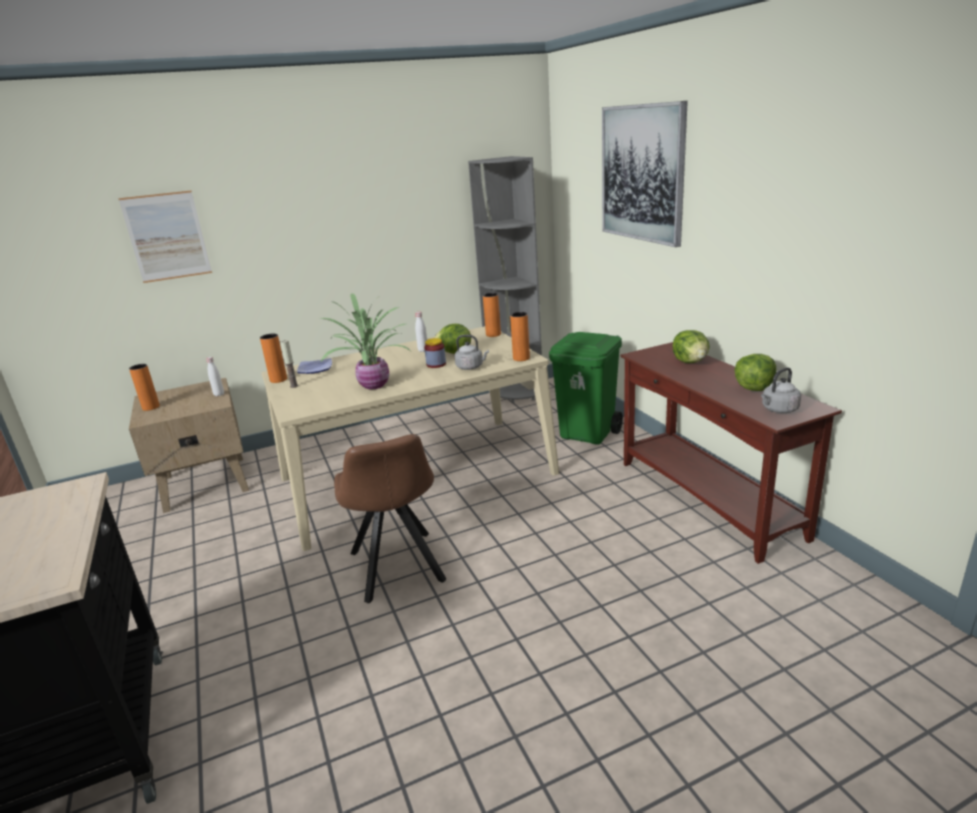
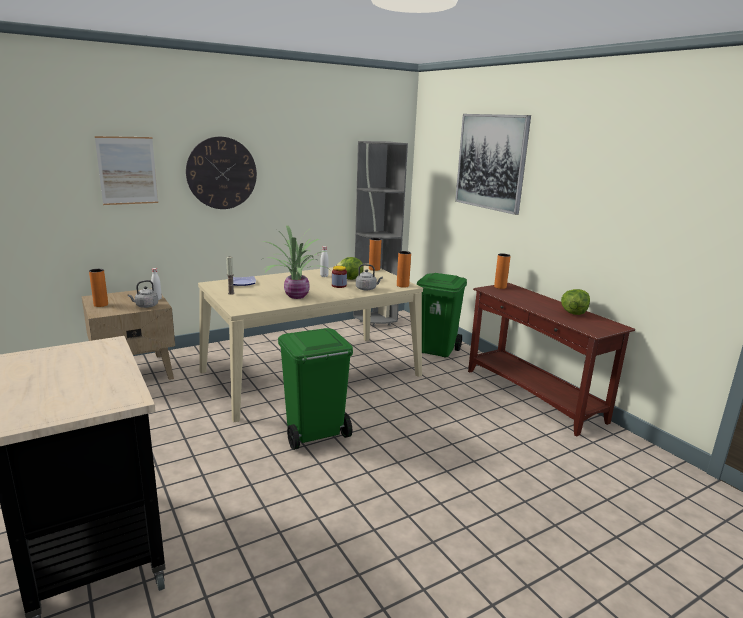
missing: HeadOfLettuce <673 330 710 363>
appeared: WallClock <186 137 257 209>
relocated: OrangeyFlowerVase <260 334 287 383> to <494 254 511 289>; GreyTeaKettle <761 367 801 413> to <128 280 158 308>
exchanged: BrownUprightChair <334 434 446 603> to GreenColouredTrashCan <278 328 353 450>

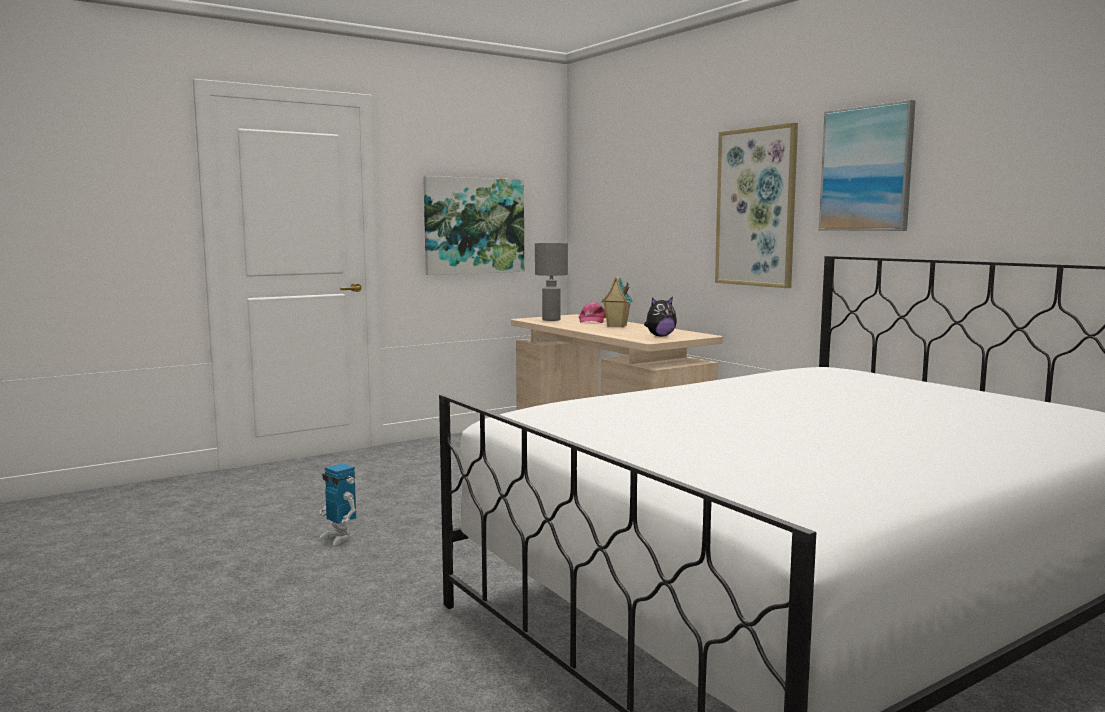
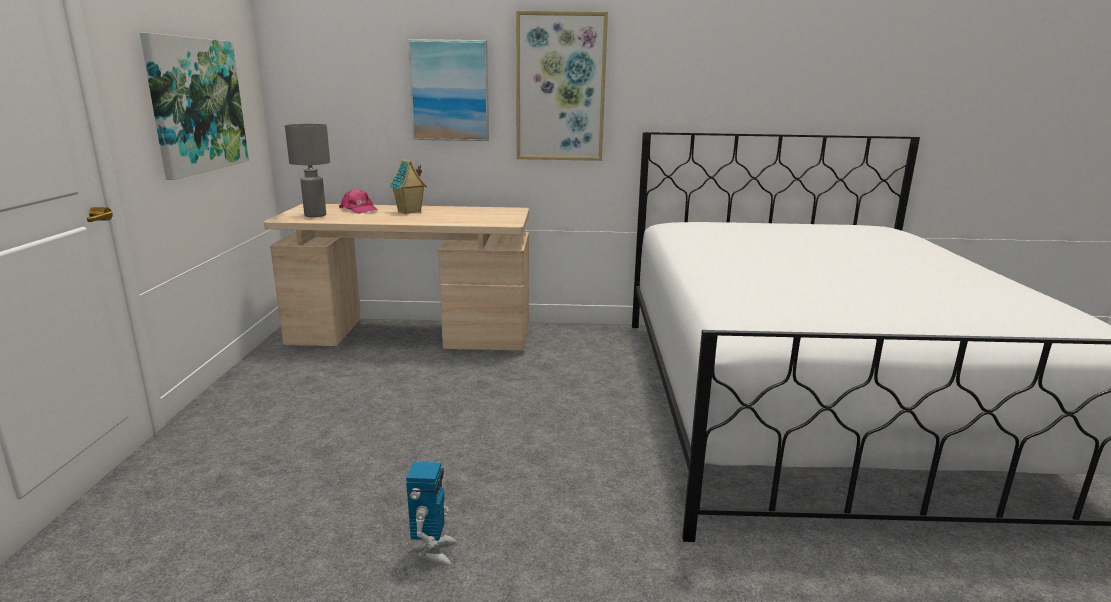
missing: CuddlyToy <644 297 677 337>
relocated: WallArt <819 100 916 231> to <408 39 489 141>
spun: RobotFigure <319 463 356 545> = <406 462 457 566> 75 degrees counterclockwise

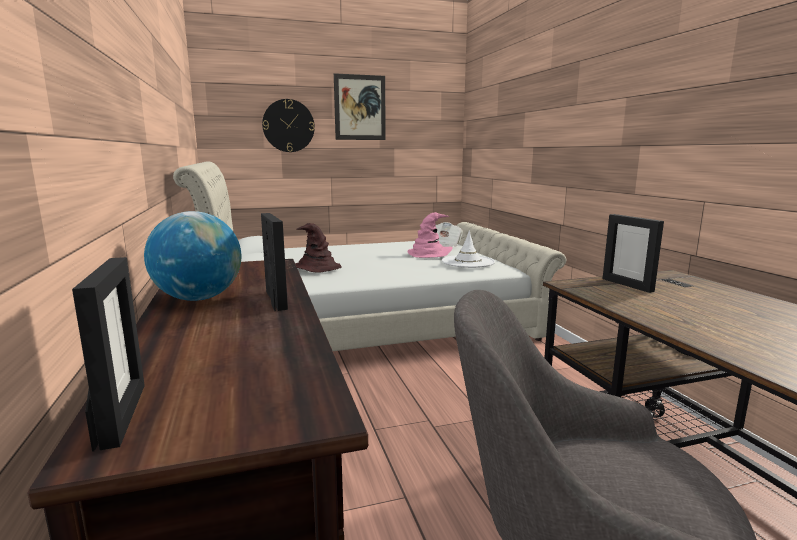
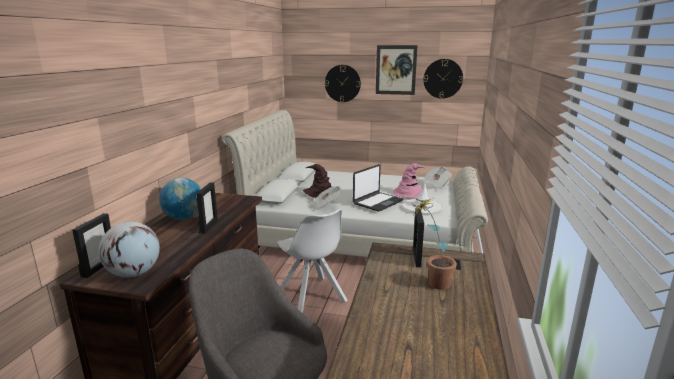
appeared: WorldGlobe <99 222 160 277>; WhiteUprightChair <278 209 347 313>; PrintedPaper <307 186 341 210>; PortableComputer <353 164 403 212>; PottedPlant <413 199 457 290>; WallClock <423 59 463 99>

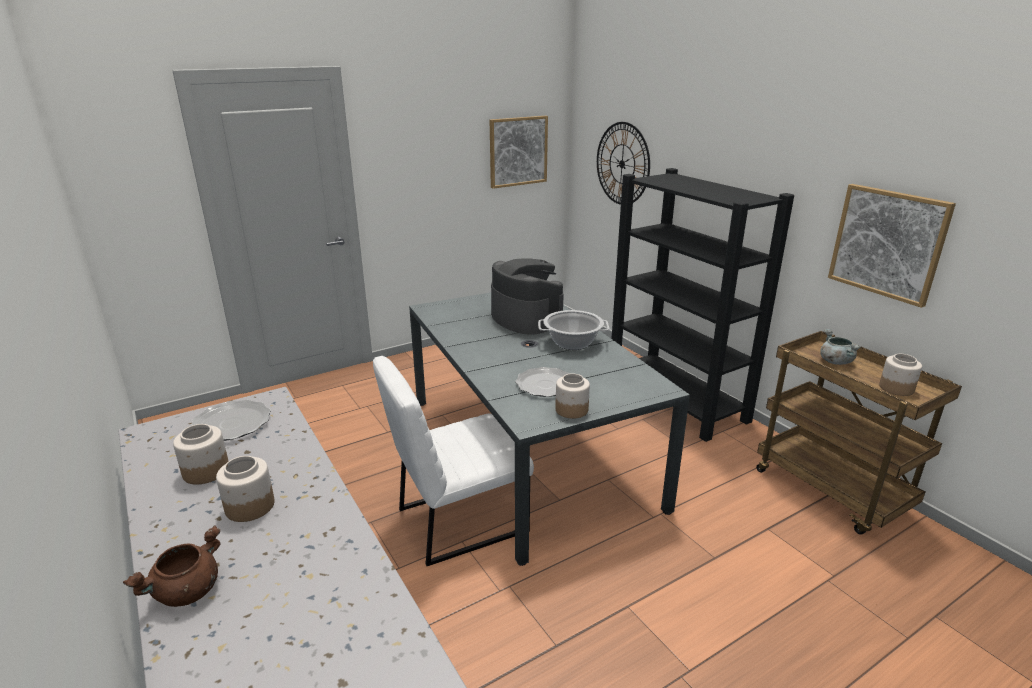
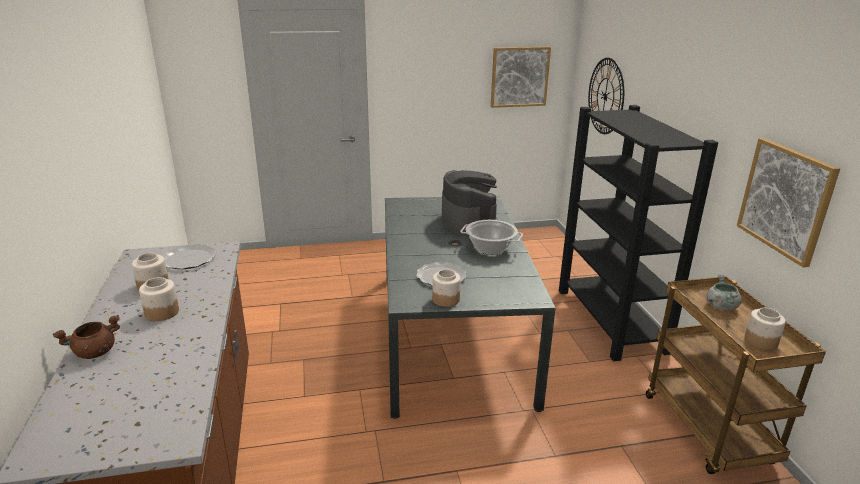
missing: WhiteUprightChair <373 356 534 566>

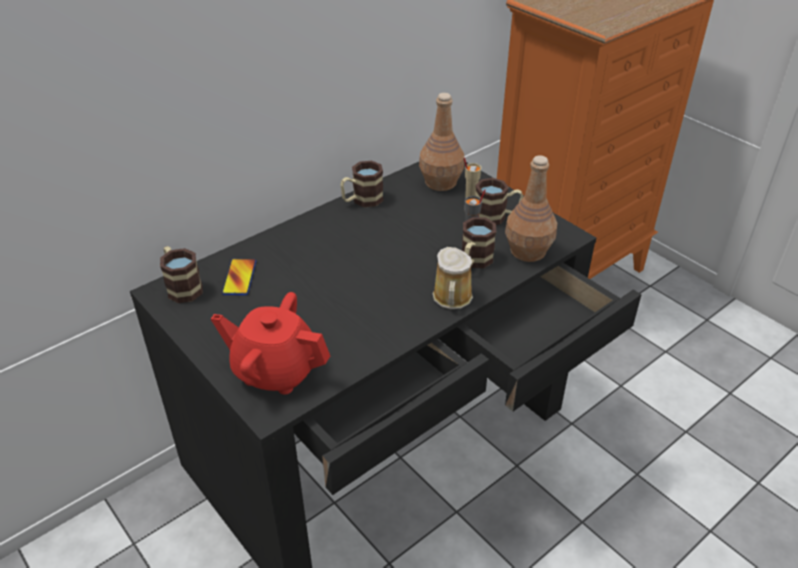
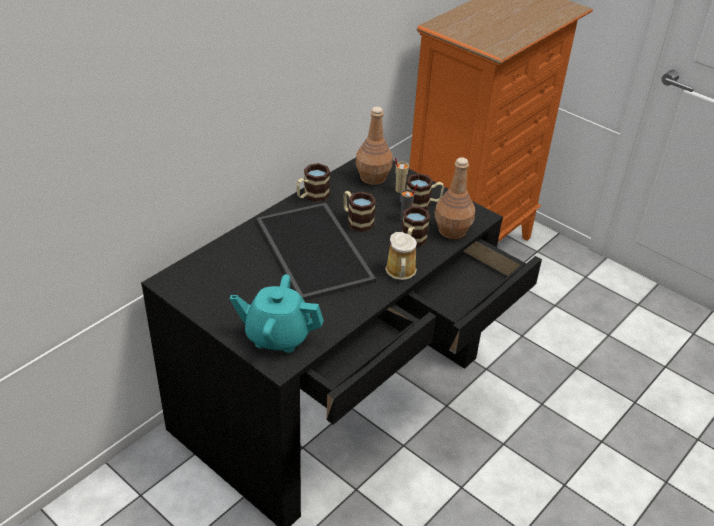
missing: Telephone <222 258 256 295>
appeared: ServingTray <256 203 376 301>
relocated: TeaMug <160 246 203 303> to <343 191 376 232>
colour: RedTeapot <211 292 330 394> to BlueGreenTeapot <230 274 324 353>

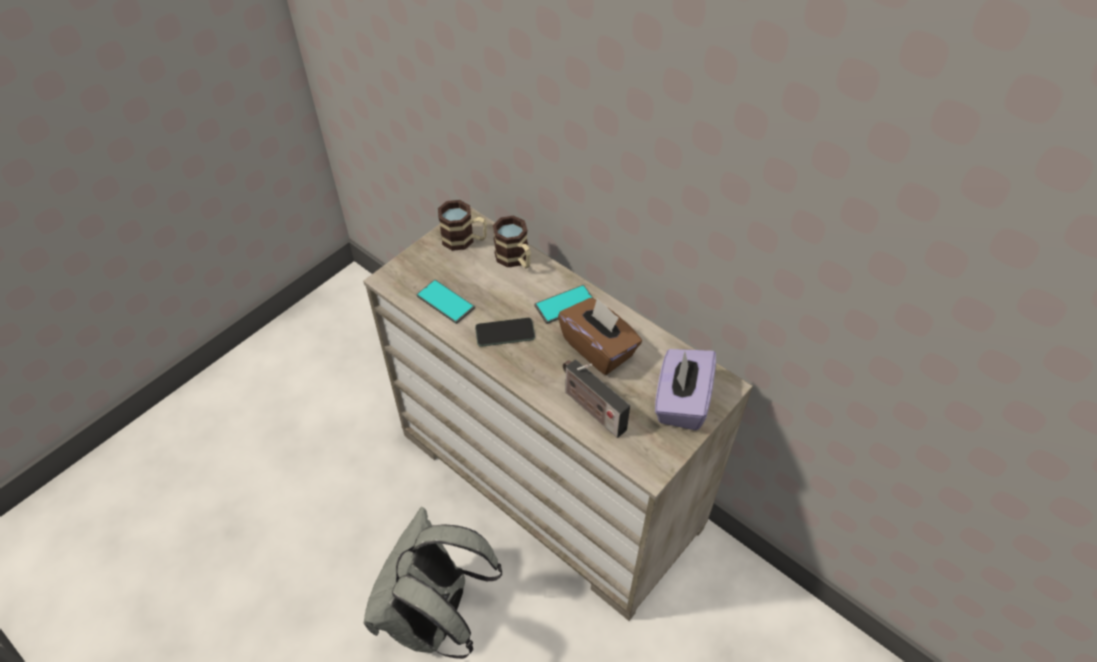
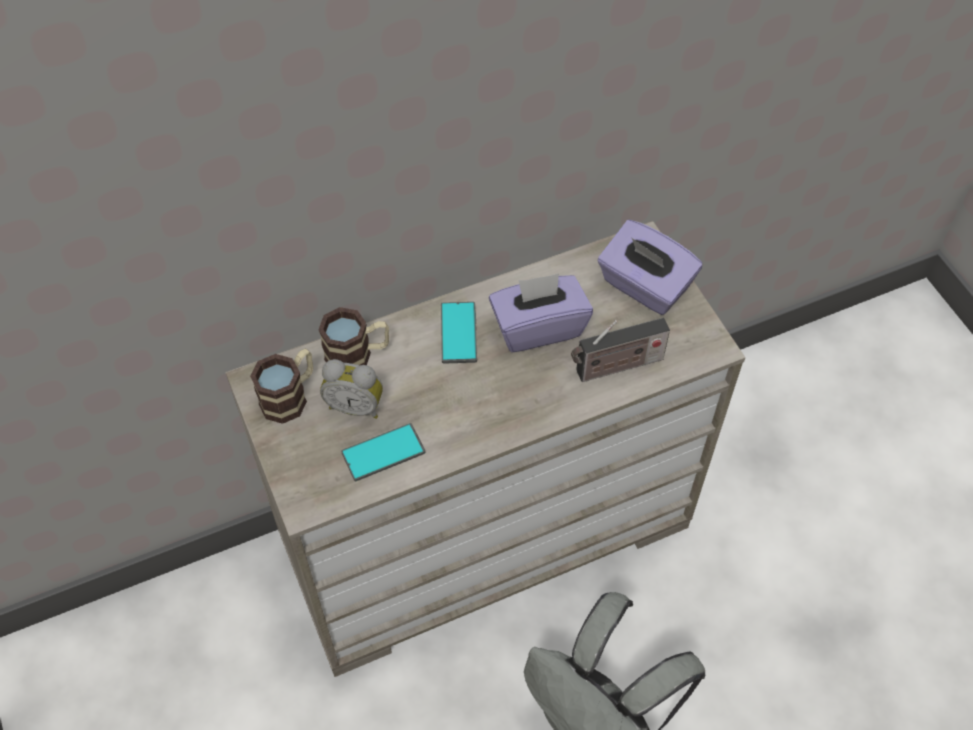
missing: Telephone <475 318 535 347>
appeared: TableClock <320 359 383 419>
colour: BrownBoxOfTissues <558 297 642 375> to PurplishBoxOfTissues <489 273 593 353>

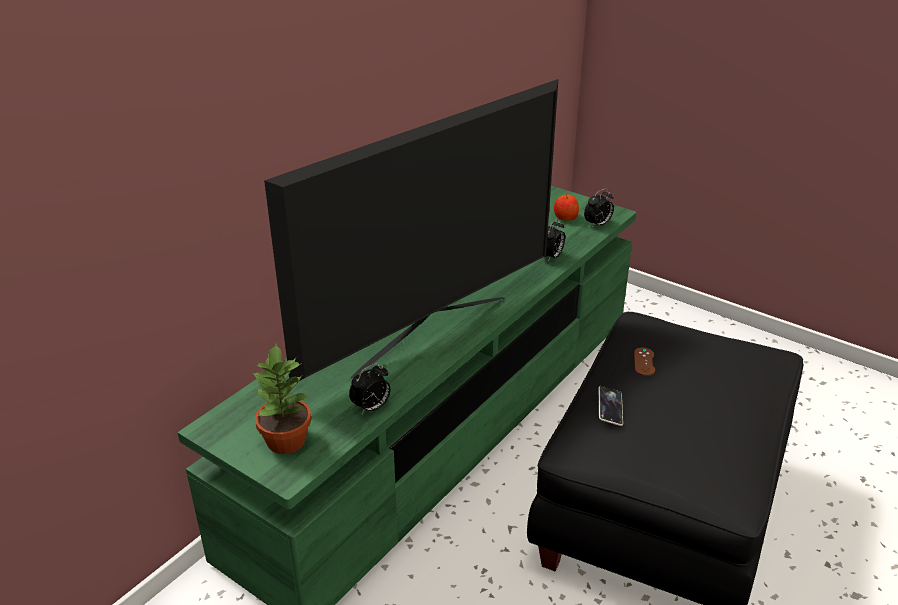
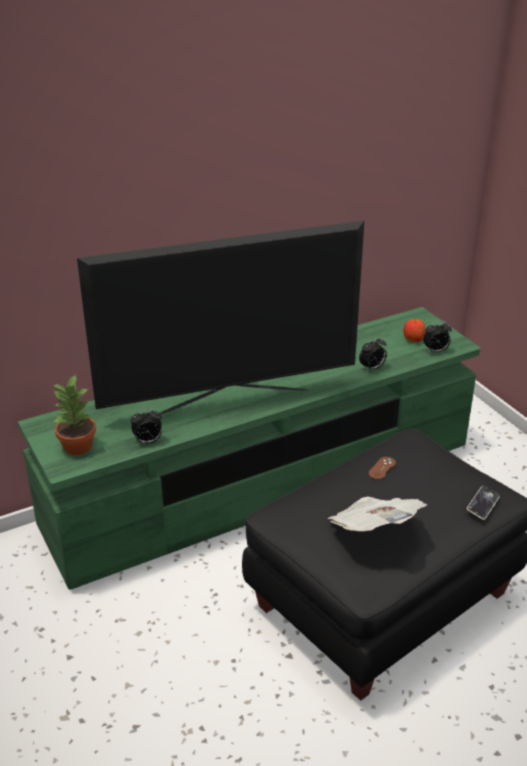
appeared: PrintedPaper <328 496 427 531>
relocated: Telephone <599 386 623 426> to <467 486 500 520>

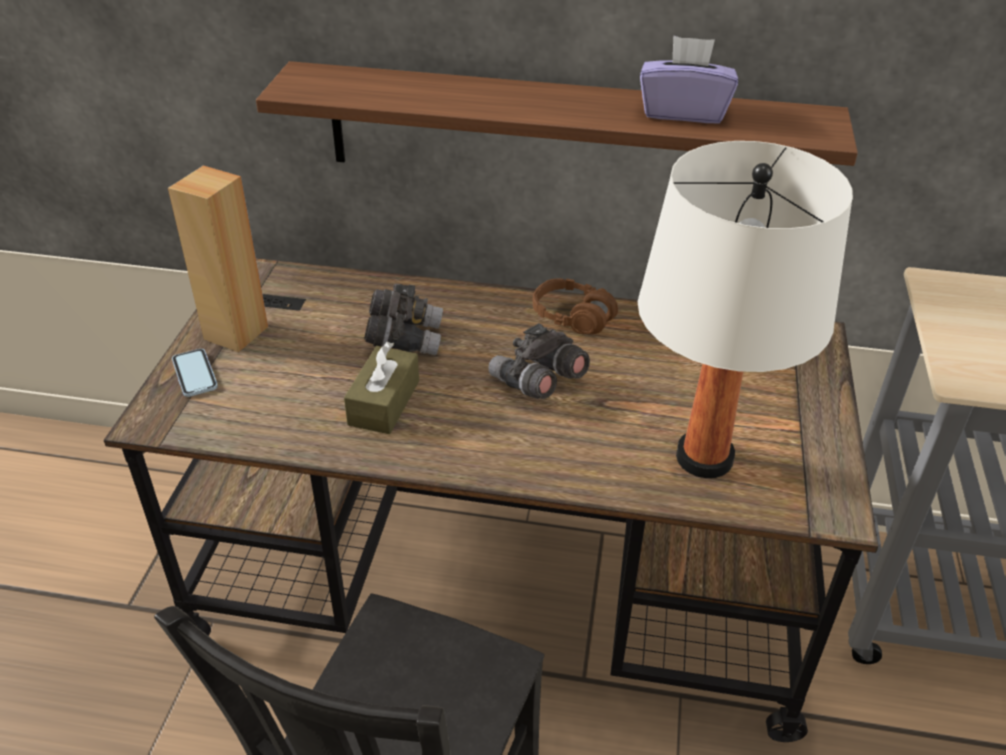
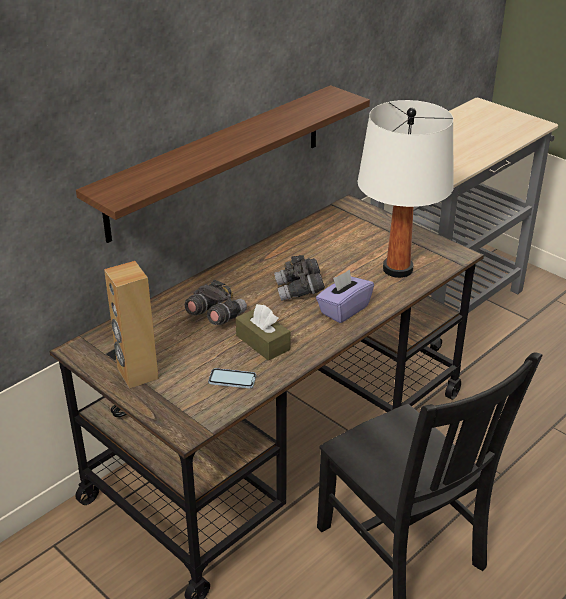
missing: BrownHeadphones <533 278 618 334>
relocated: Telephone <172 349 218 397> to <208 368 256 389>; PurplishBoxOfTissues <640 36 738 123> to <316 269 374 323>

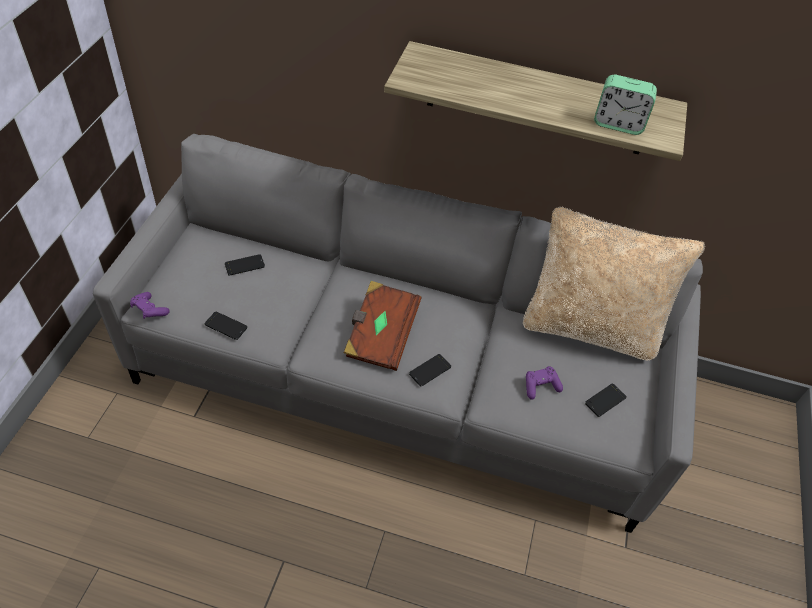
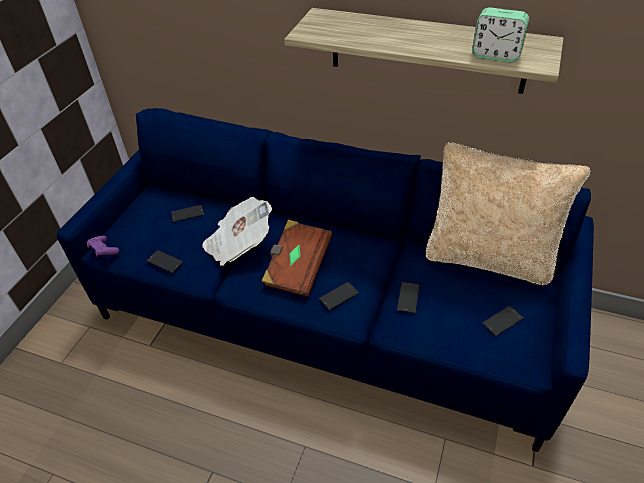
missing: PurplishJoypad <526 366 563 400>
appeared: PrintedPaper <202 197 272 266>; Telephone <397 282 420 313>
colour: GreyCouch <93 134 703 533> to BluishCouch <57 108 594 452>

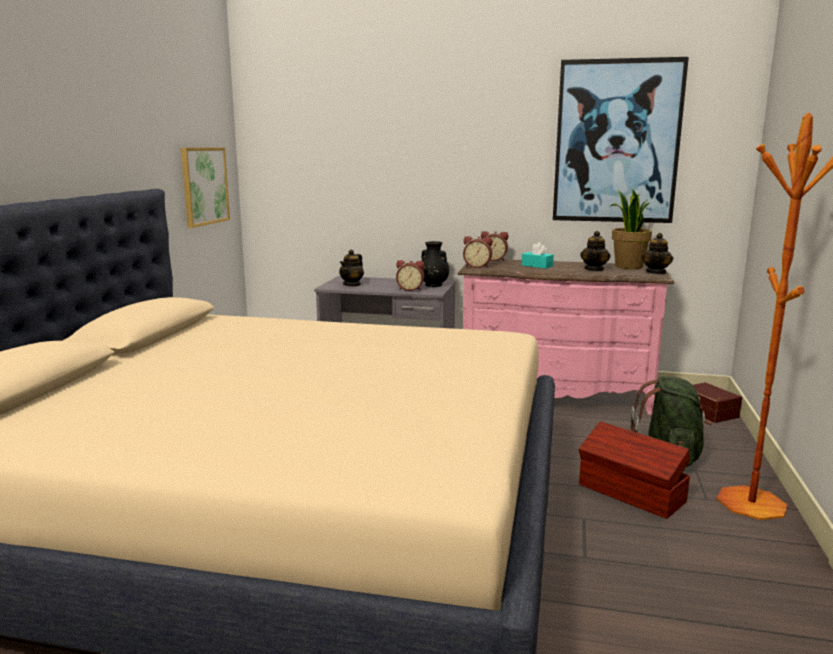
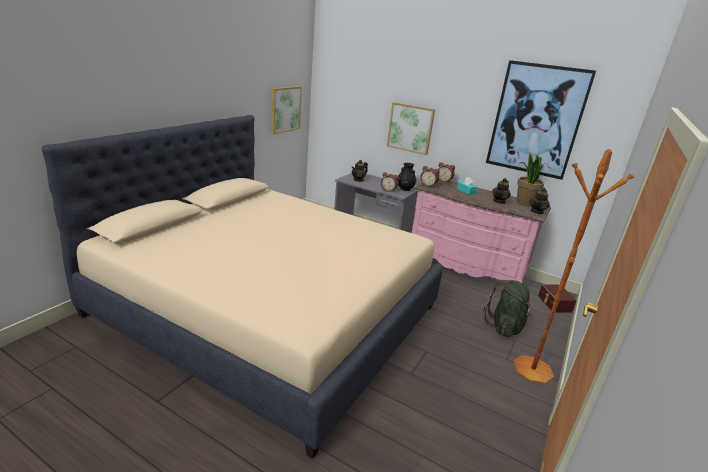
missing: BrownStorageBin <579 421 690 519>
appeared: WallArt <387 102 435 155>

